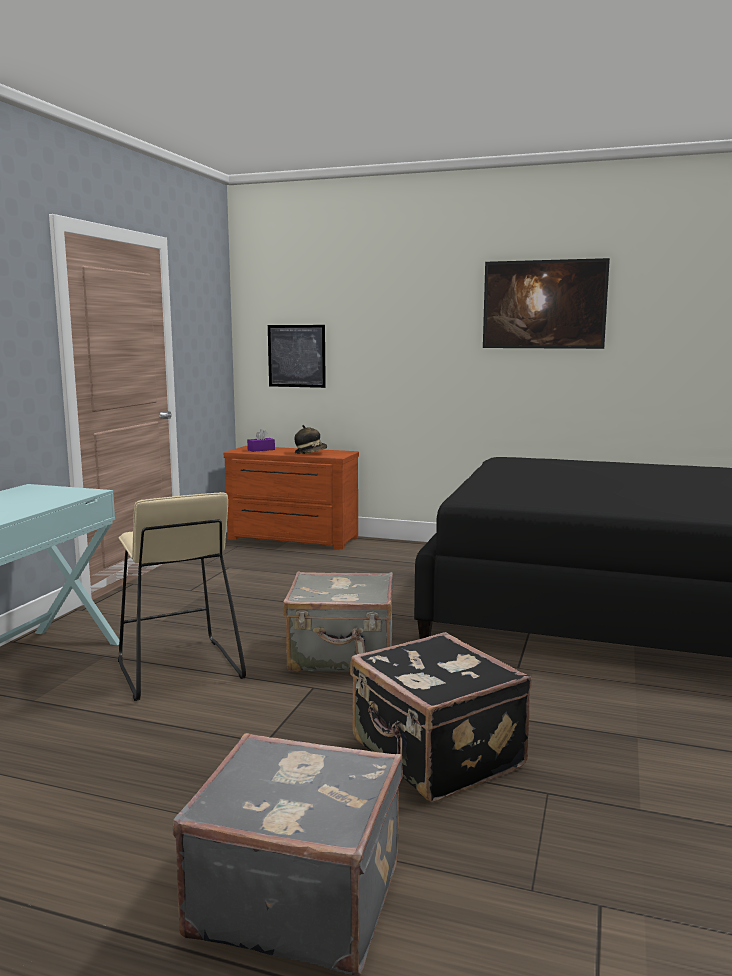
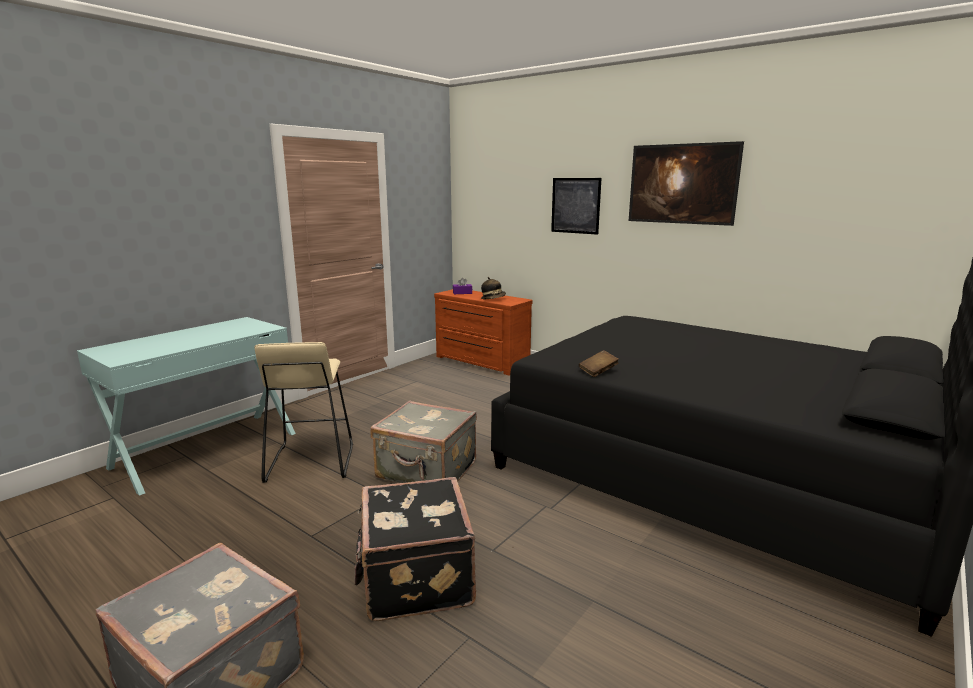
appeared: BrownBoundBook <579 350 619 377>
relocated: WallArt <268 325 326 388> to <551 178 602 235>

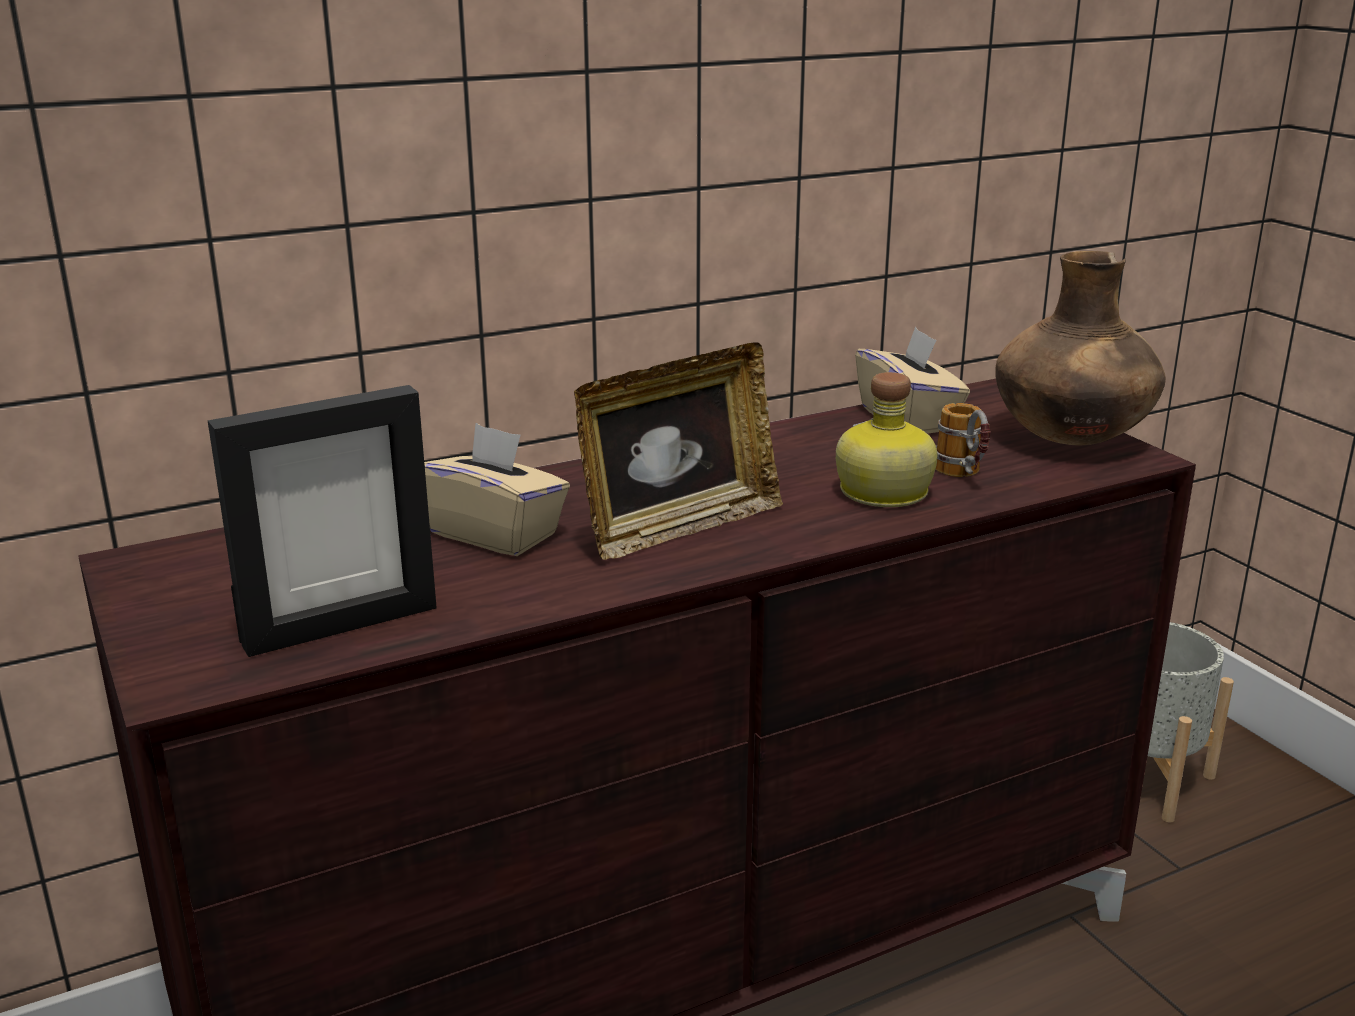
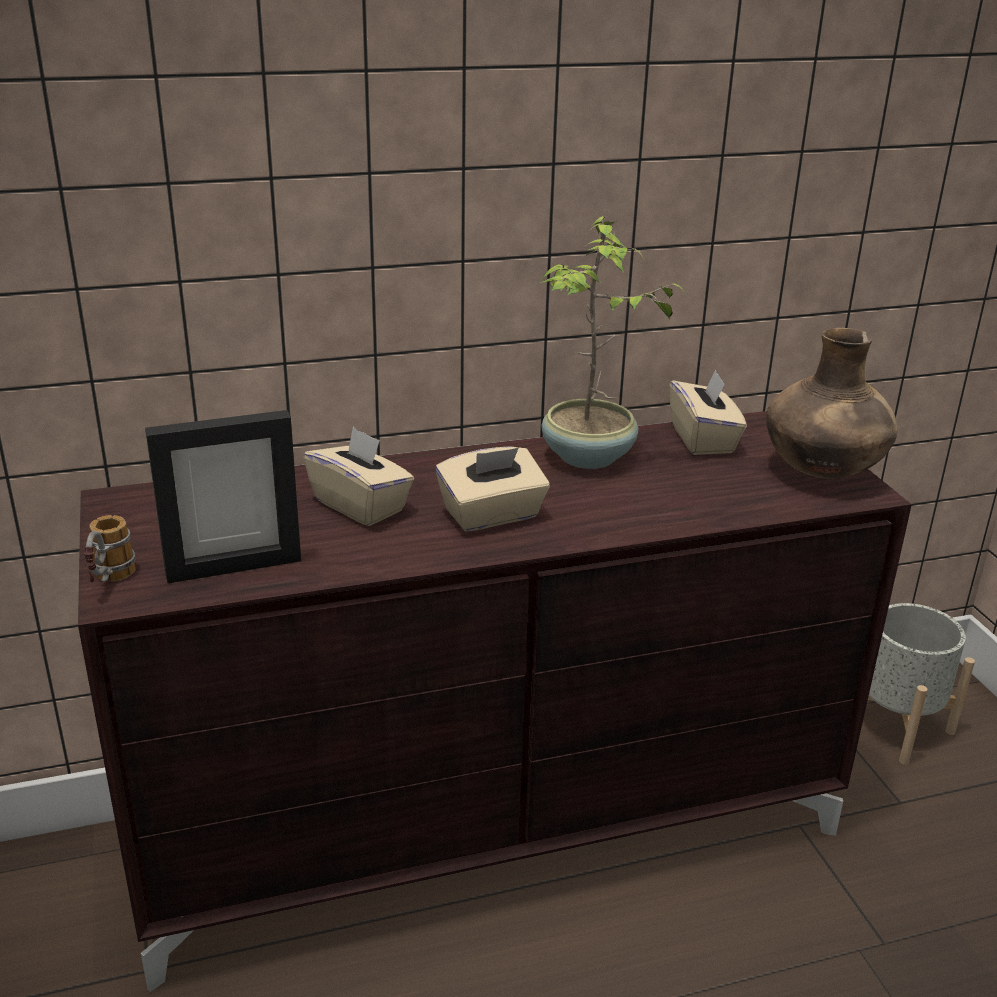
missing: DrinkBottle <836 372 938 507>
appeared: PottedPlant <540 216 687 469>
relocated: TeaMug <936 403 991 477> to <84 515 136 582>
exchanged: StandingFrame <574 343 783 560> to BeigeBoxOfTissues <435 446 550 532>

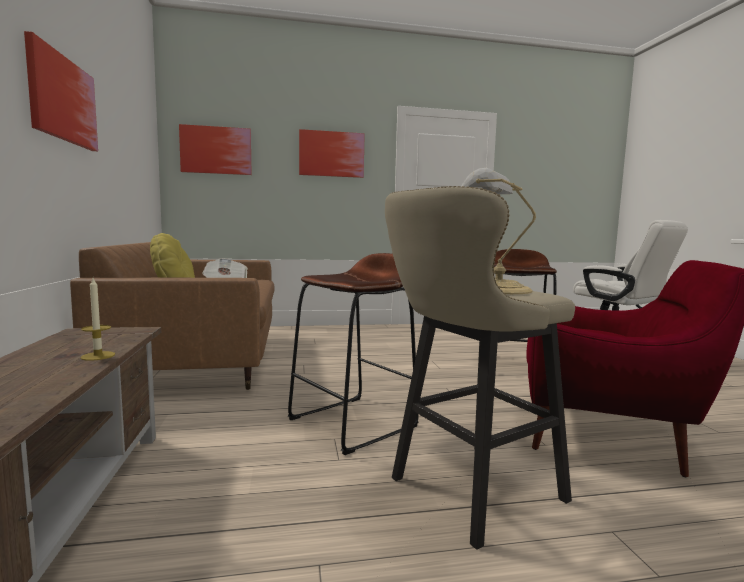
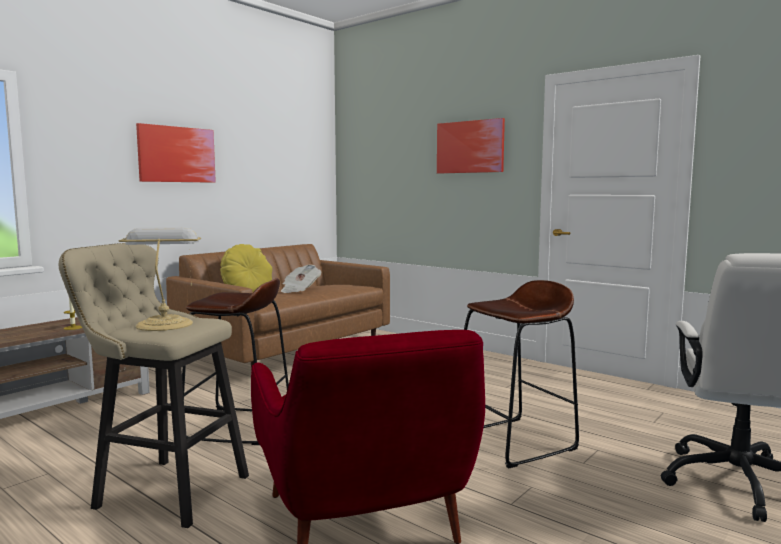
missing: WallArt <179 124 252 175>

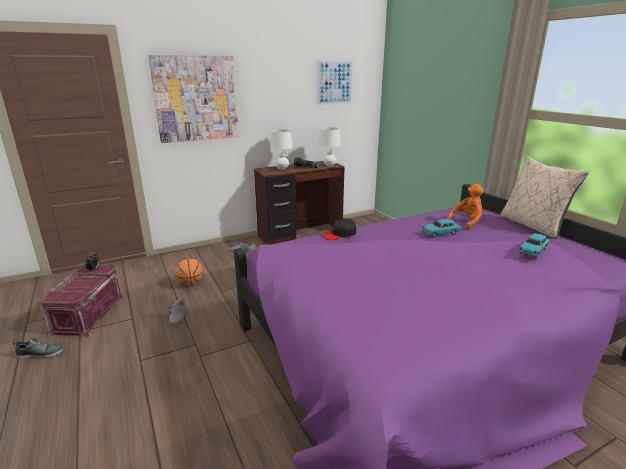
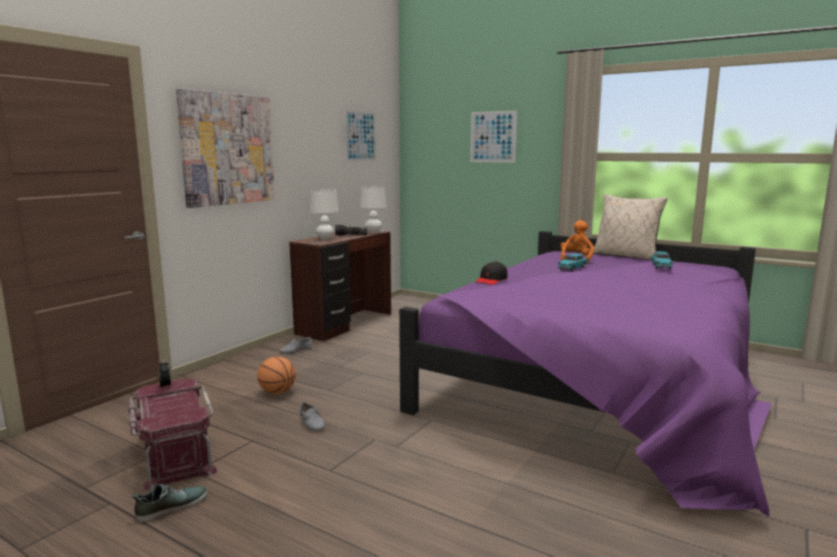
appeared: WallArt <470 110 517 163>

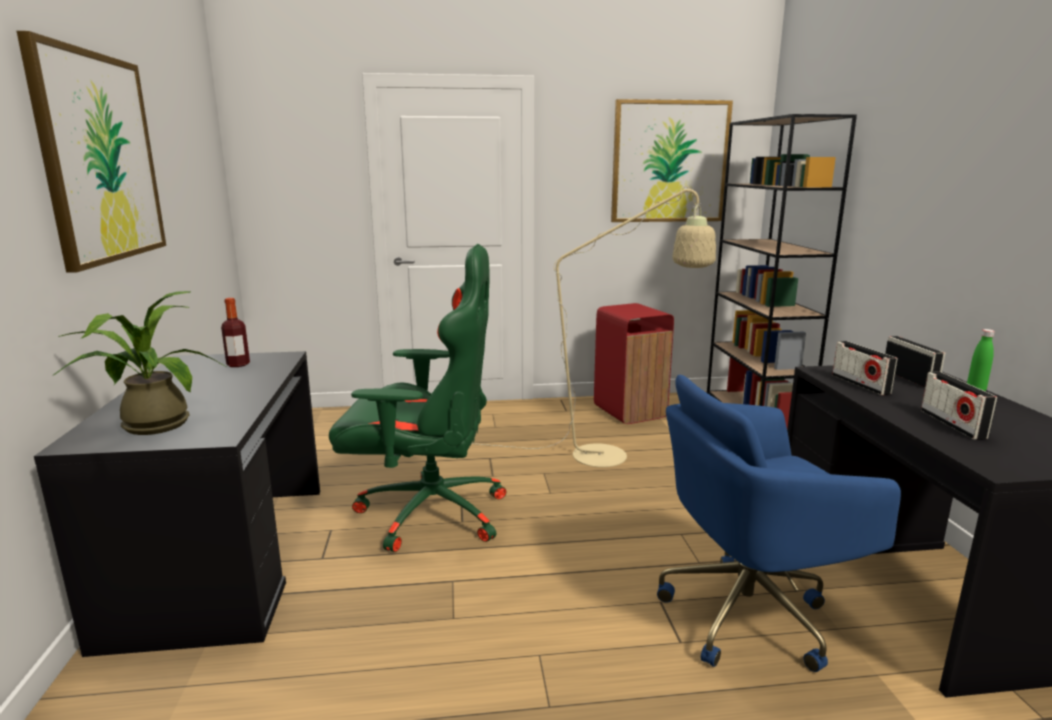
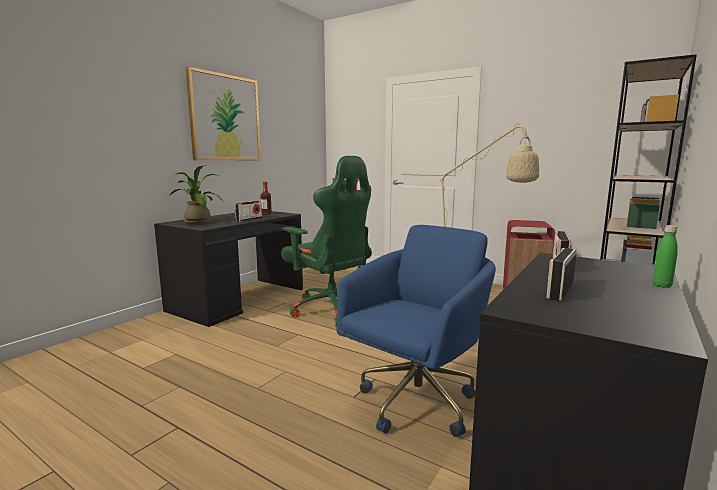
missing: WallArt <611 99 733 222>
relocated: RadioSet <885 336 945 387> to <235 201 262 222>
spun: BluishDeskChair <657 375 901 672> = <336 225 496 437> 105 degrees clockwise

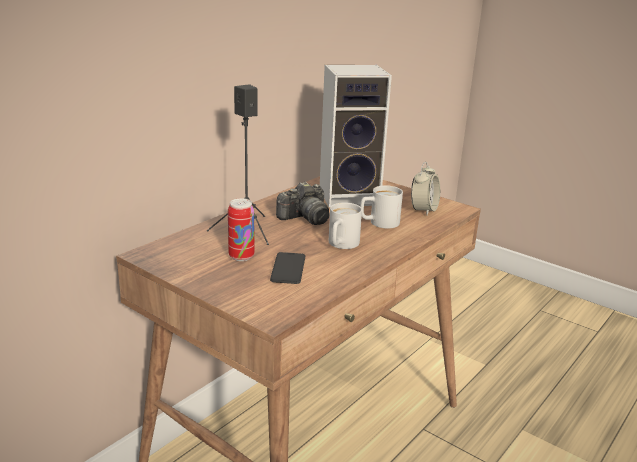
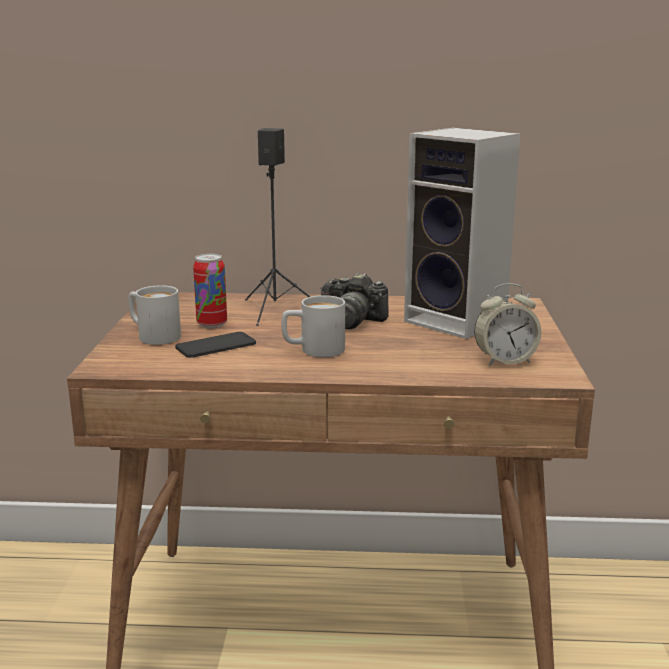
relocated: WhiteTeaMug <360 185 403 229> to <129 285 181 345>

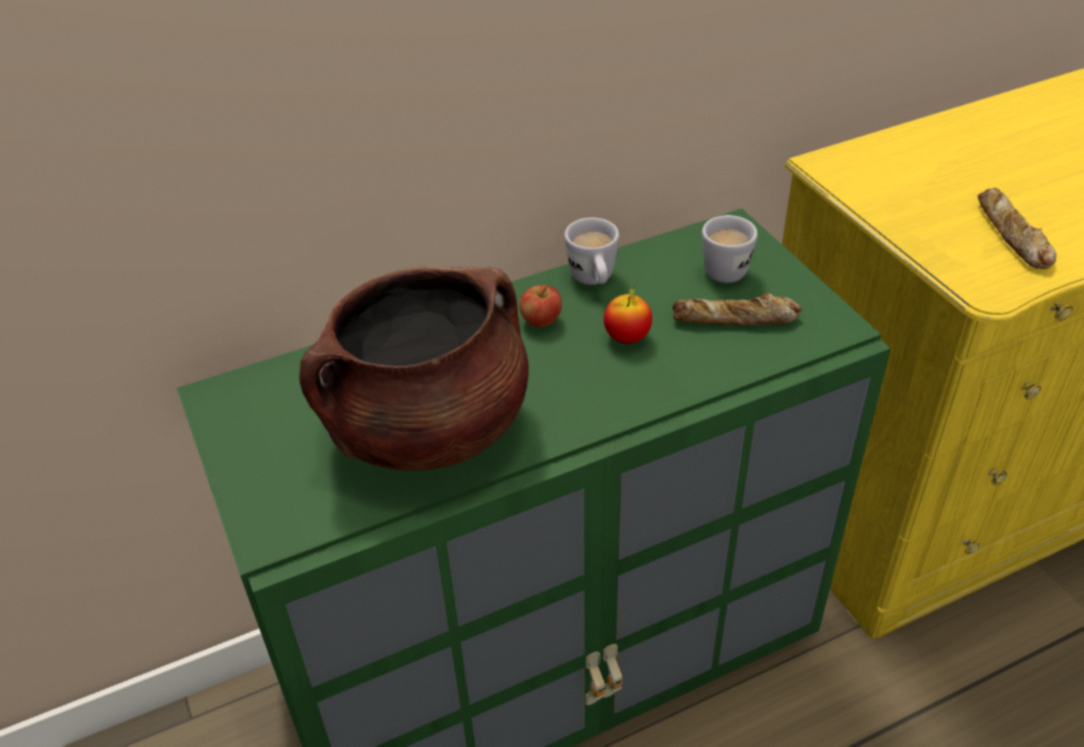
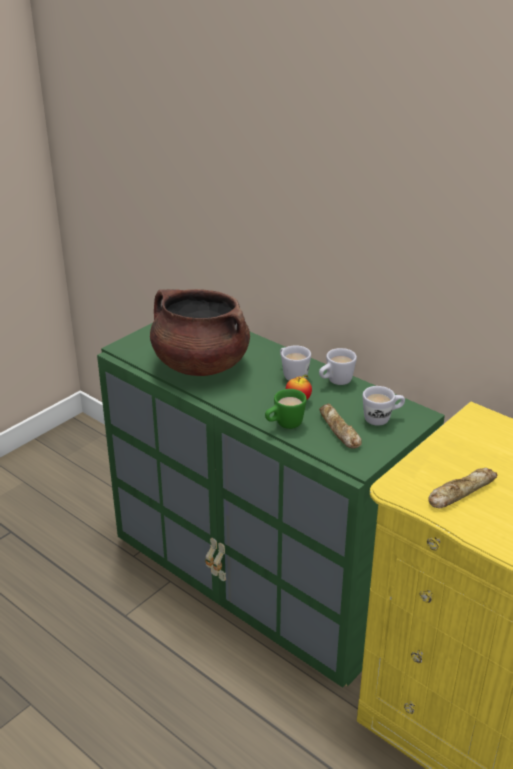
appeared: GreenColouredTeaMug <265 389 307 429>
exchanged: AppleFruit <519 285 562 327> to WhiteTeaMug <280 345 311 380>

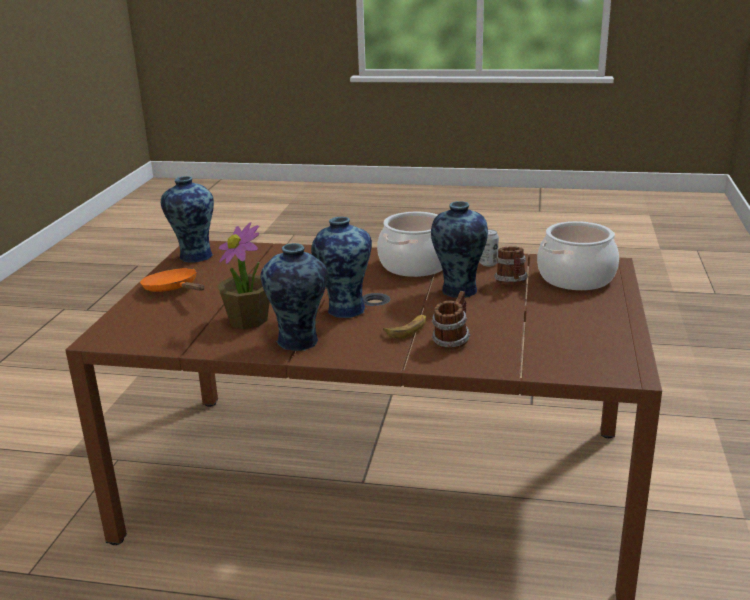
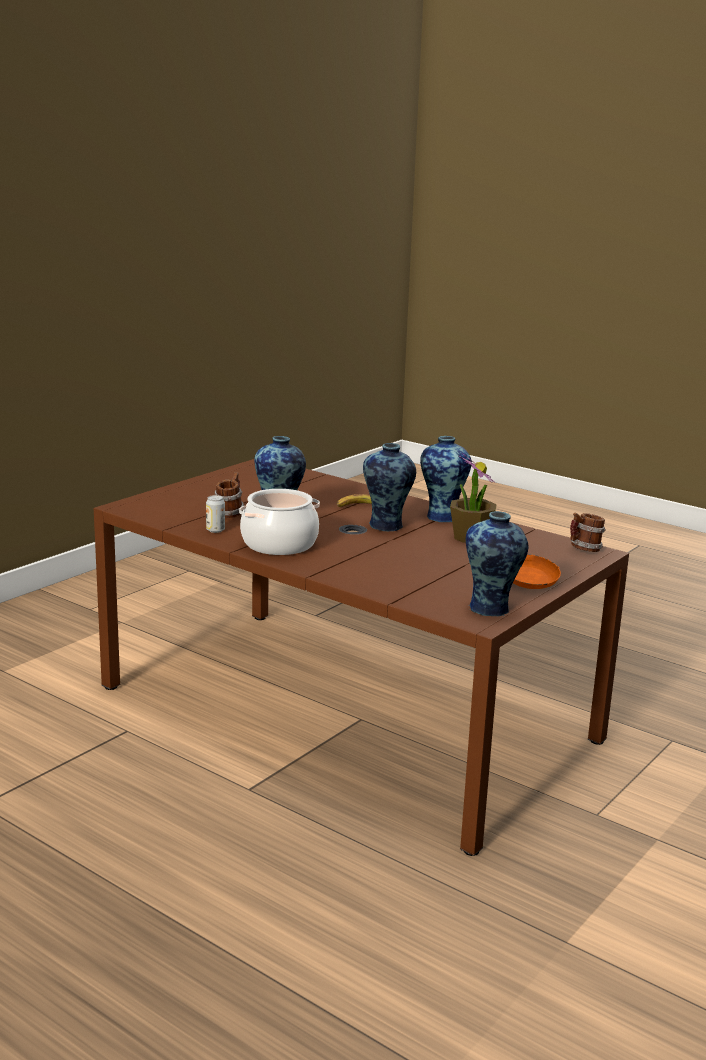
missing: Saucepot <537 221 619 290>
relocated: TeaMug <432 291 470 350> to <570 513 606 552>

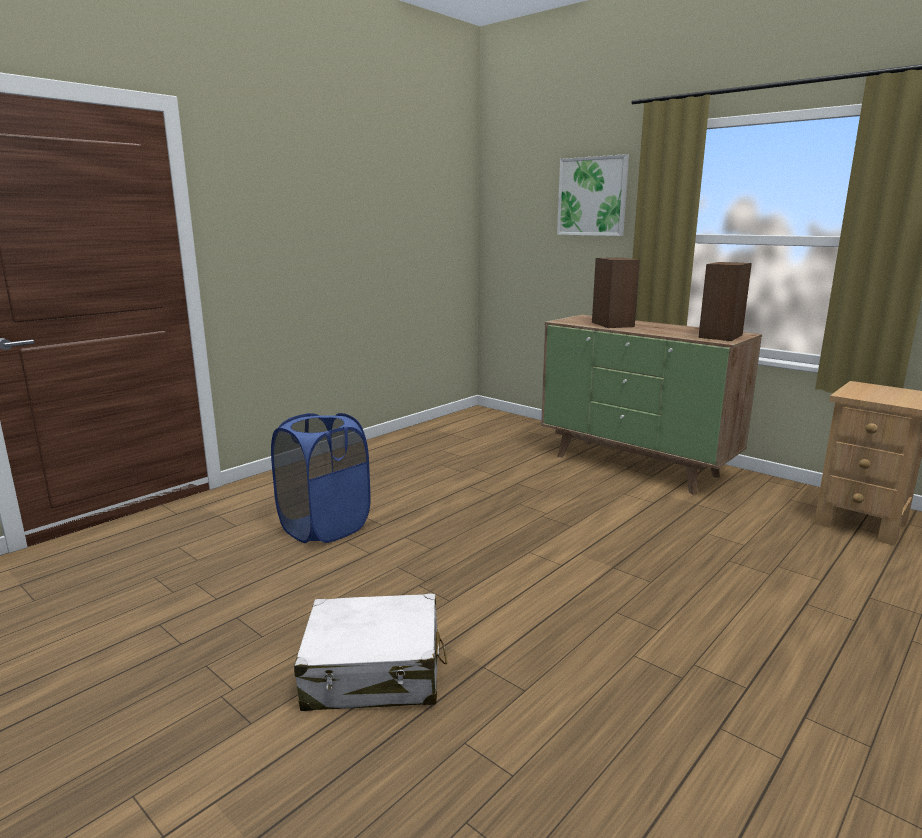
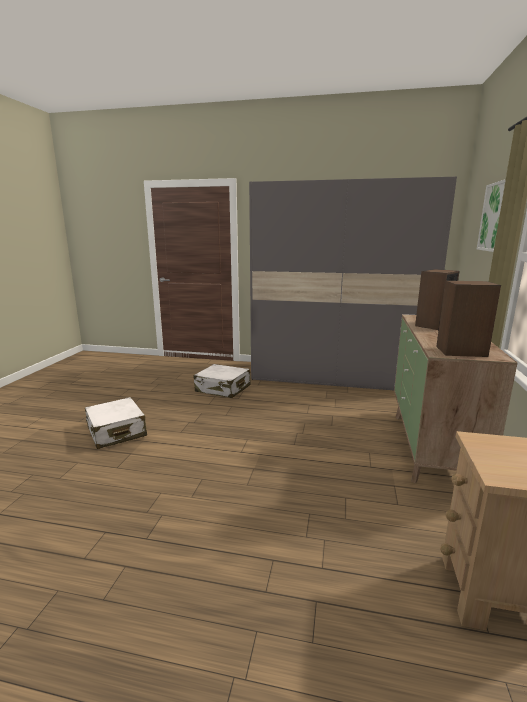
appeared: GreyWardrobe <249 176 457 390>
exchanged: BluishLaundryBasket <271 413 371 543> to WhiteTravelCase <193 364 251 398>

